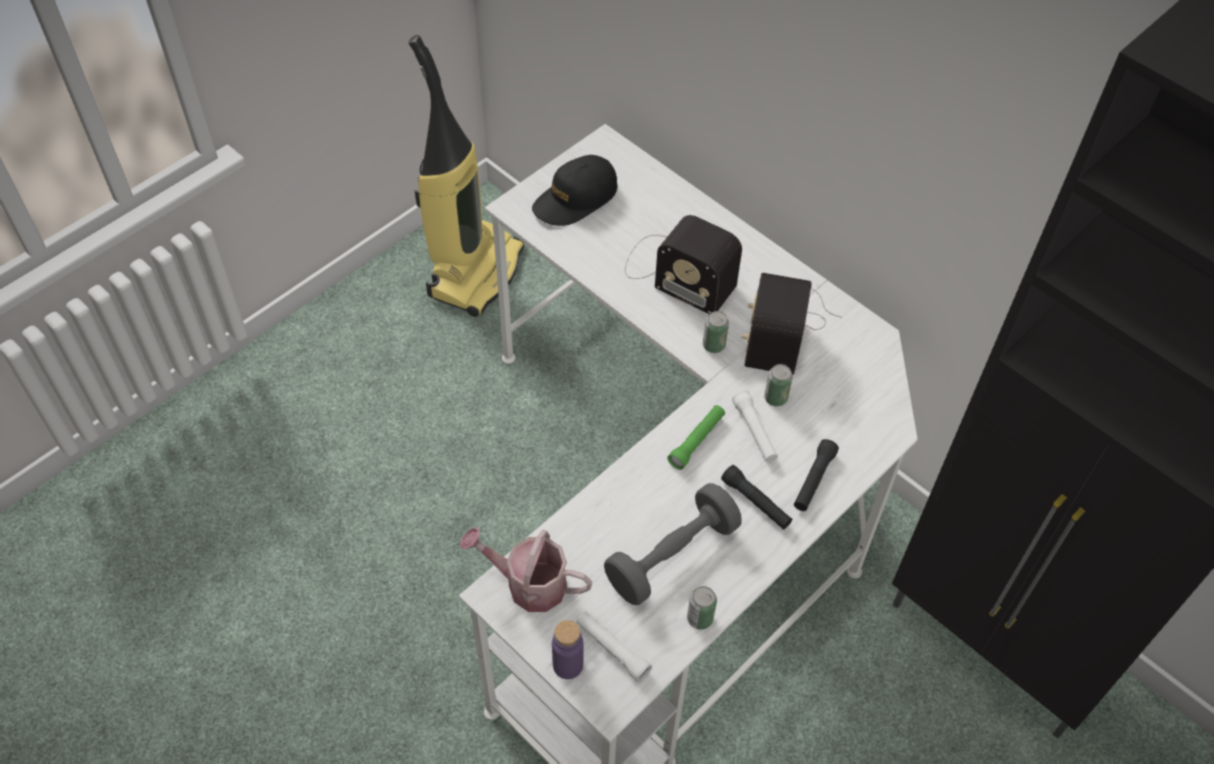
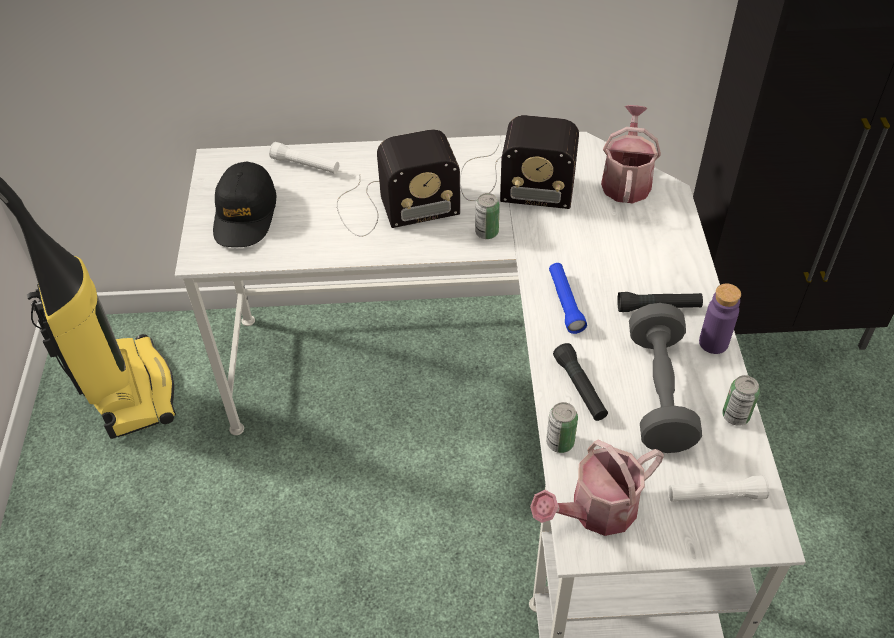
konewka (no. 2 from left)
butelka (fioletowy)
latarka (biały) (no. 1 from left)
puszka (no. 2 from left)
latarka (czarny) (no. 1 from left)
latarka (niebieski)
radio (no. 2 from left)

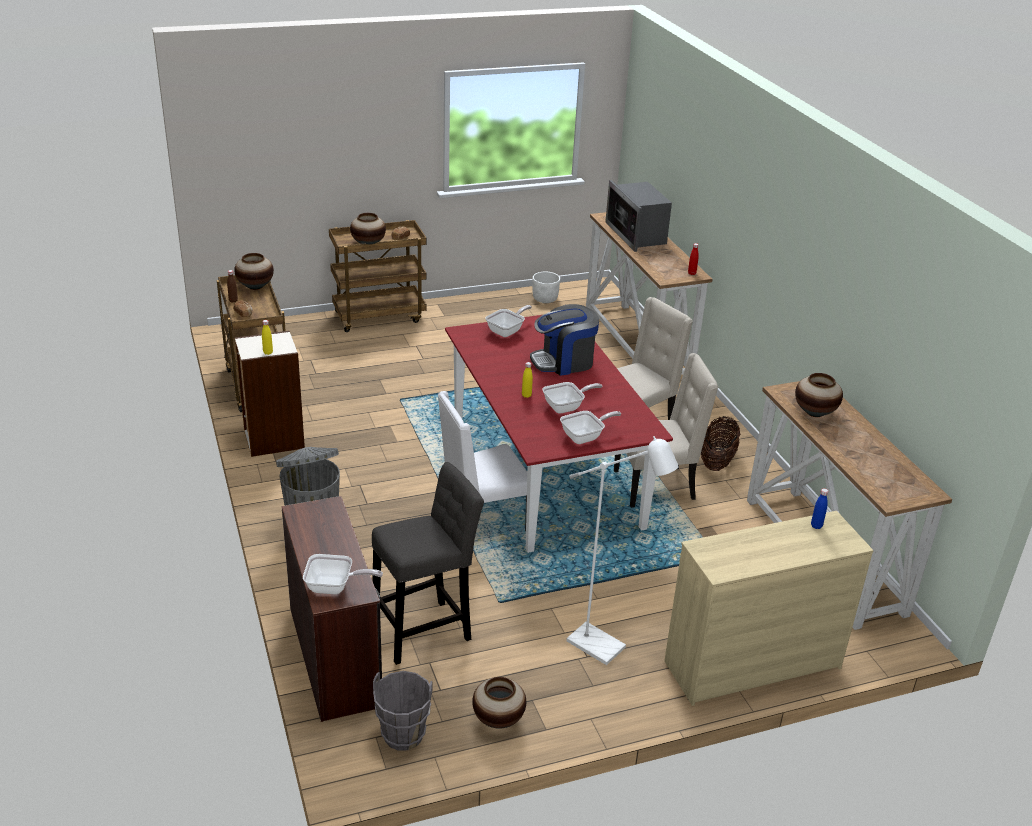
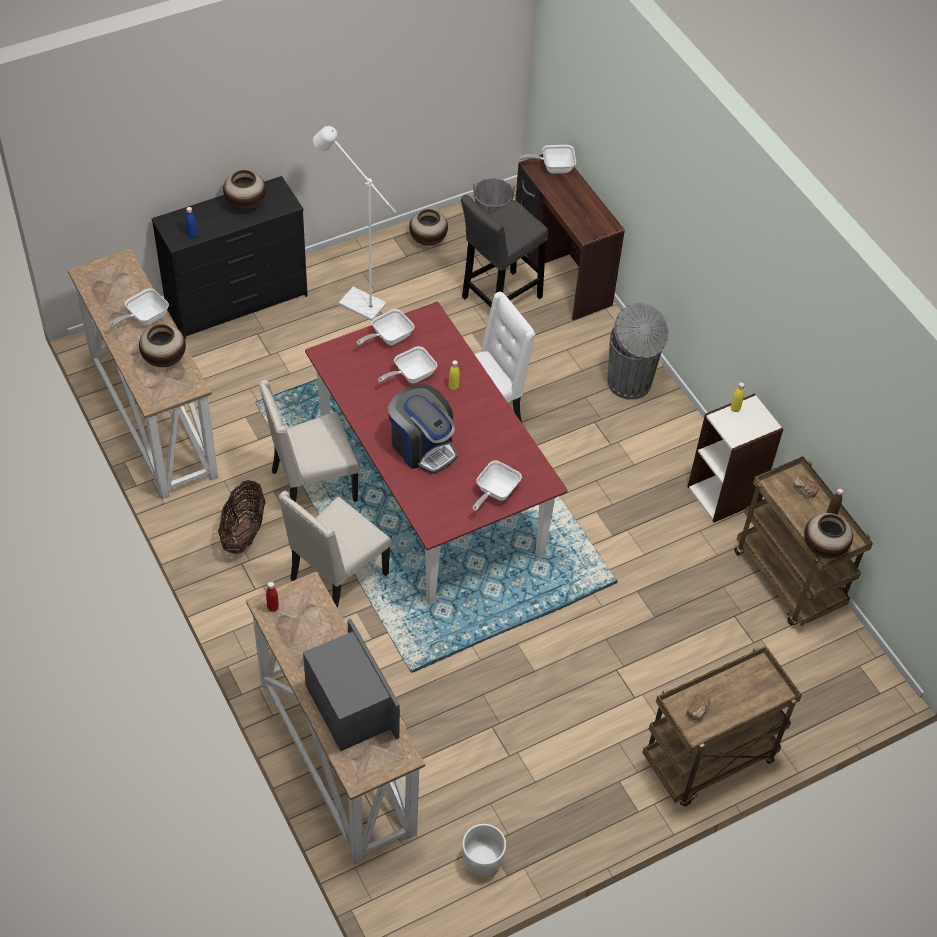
patelnia (no. 1 from left)
wazon (no. 2 from left)
komoda (czarny)
ekspres do kawy

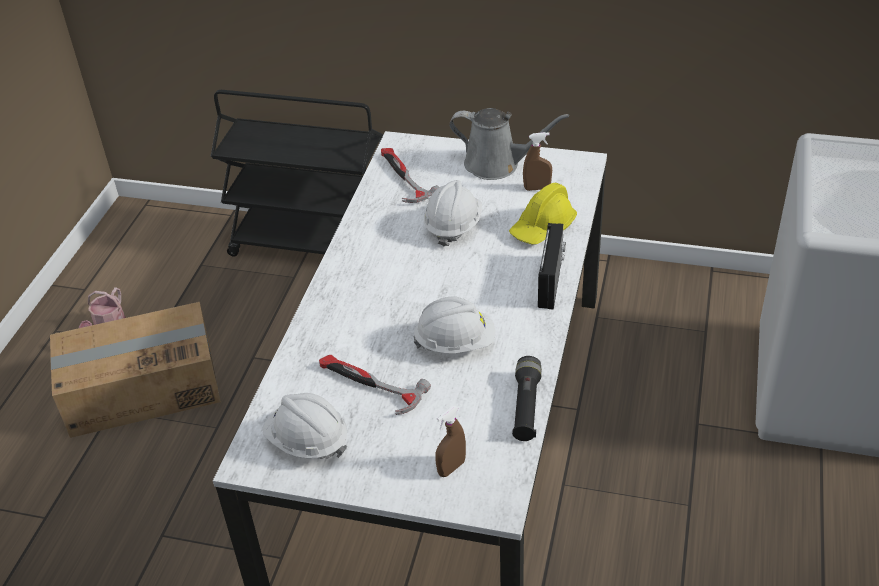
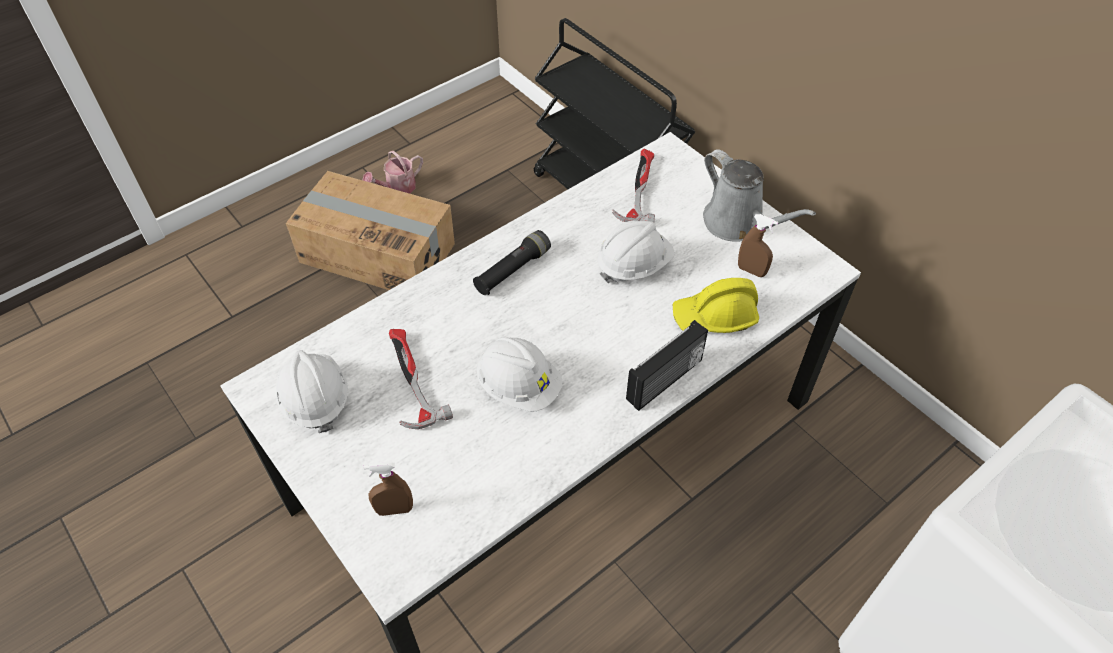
latarka (czarny)

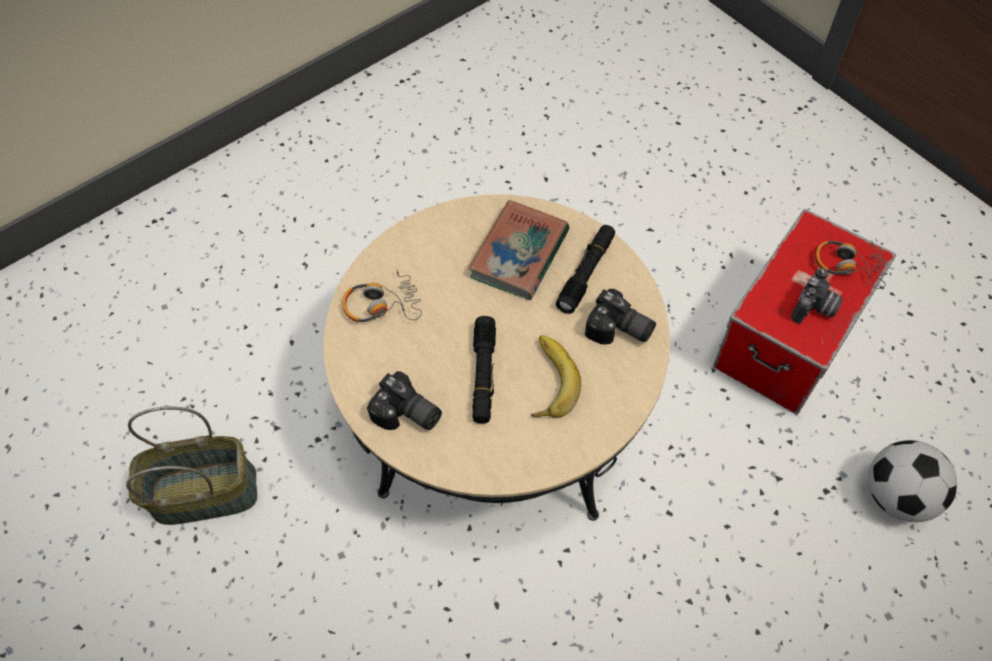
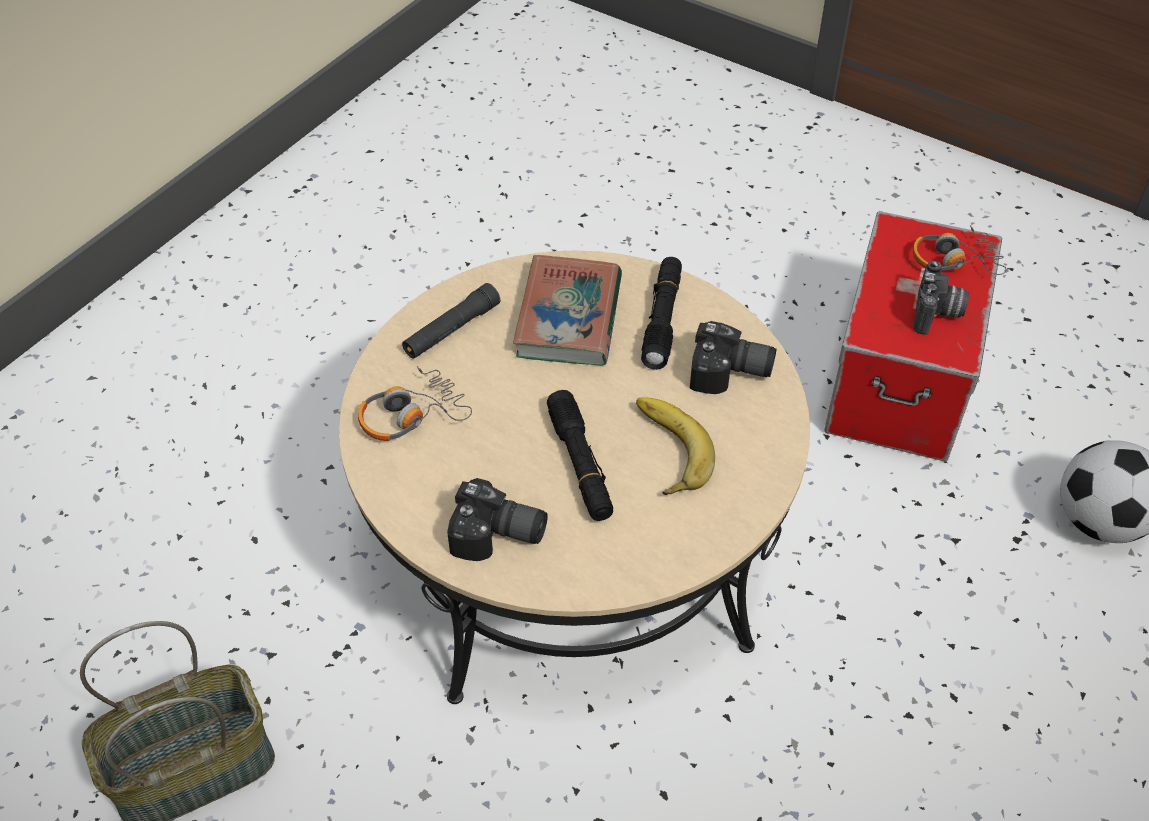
latarka (czarny) (no. 1 from left)

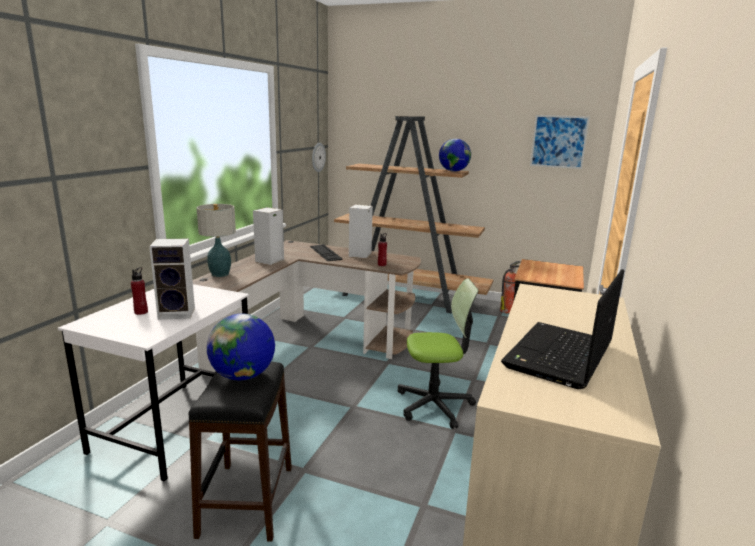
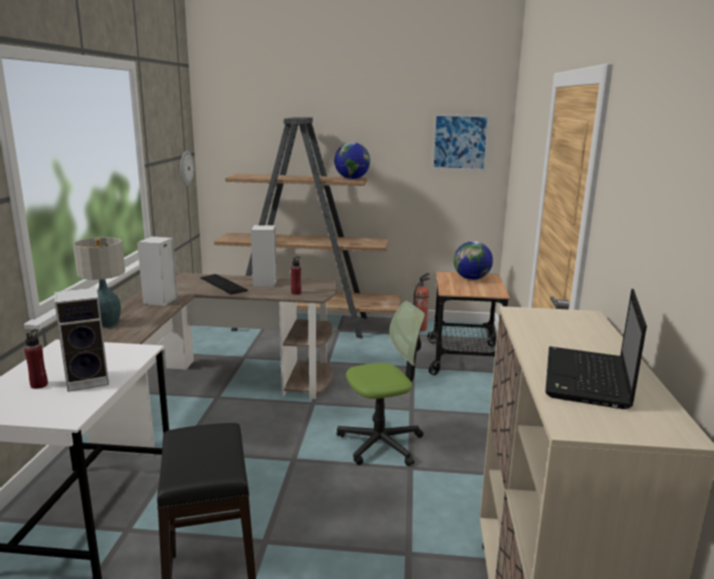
globus (no. 2 from left)

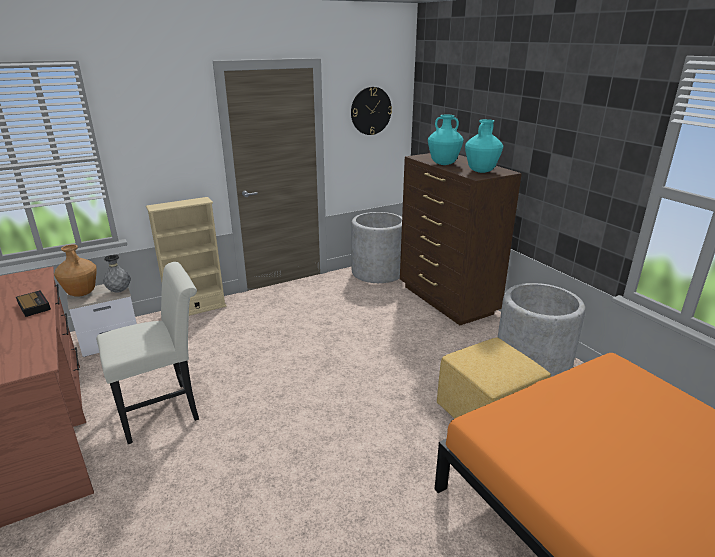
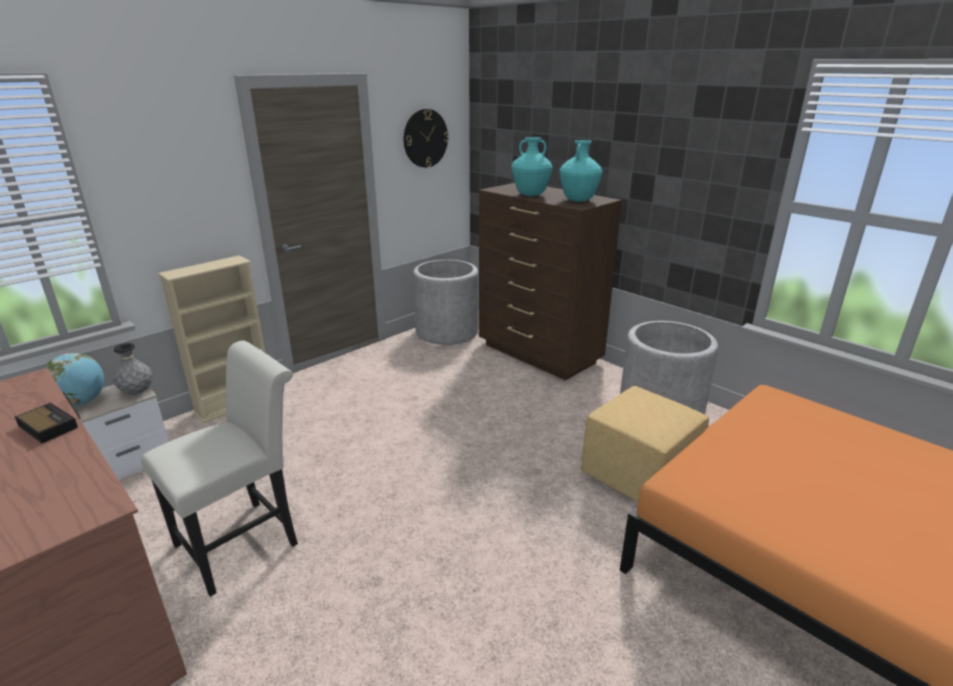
globus

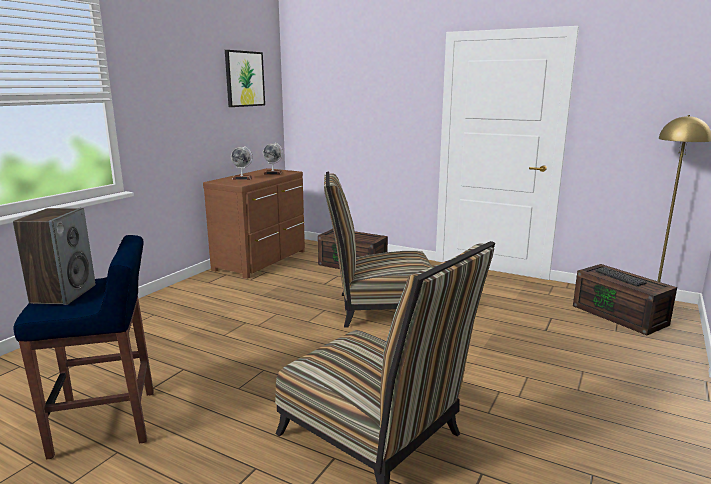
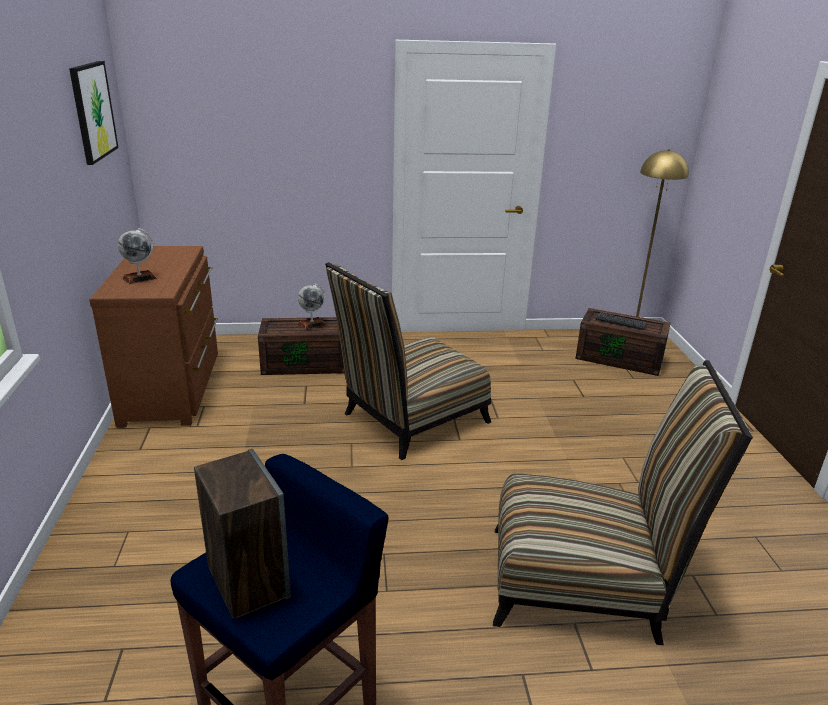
globus (no. 2 from left)

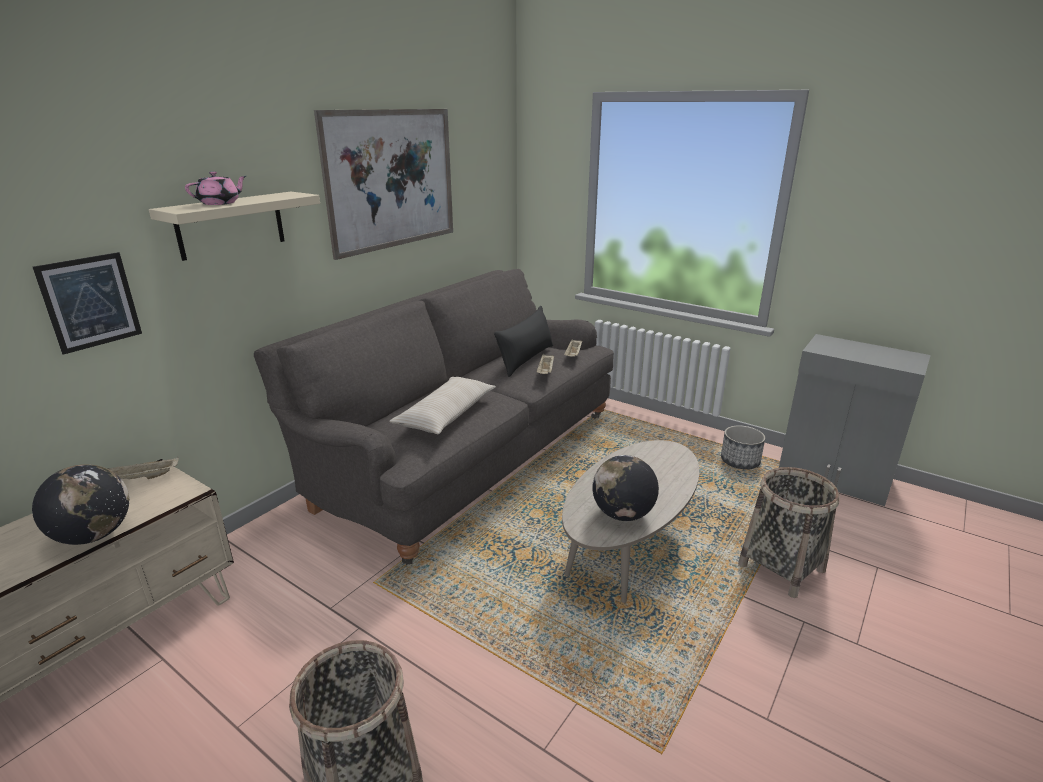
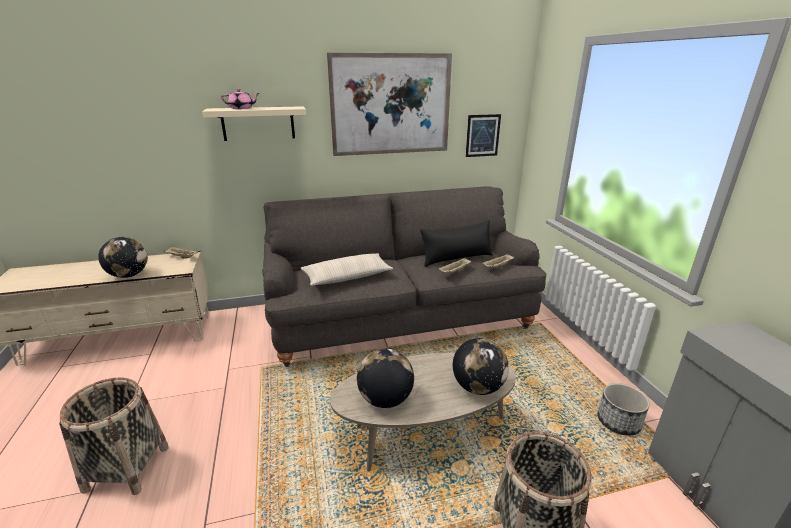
globus (no. 3 from left)
obraz (no. 2 from left)

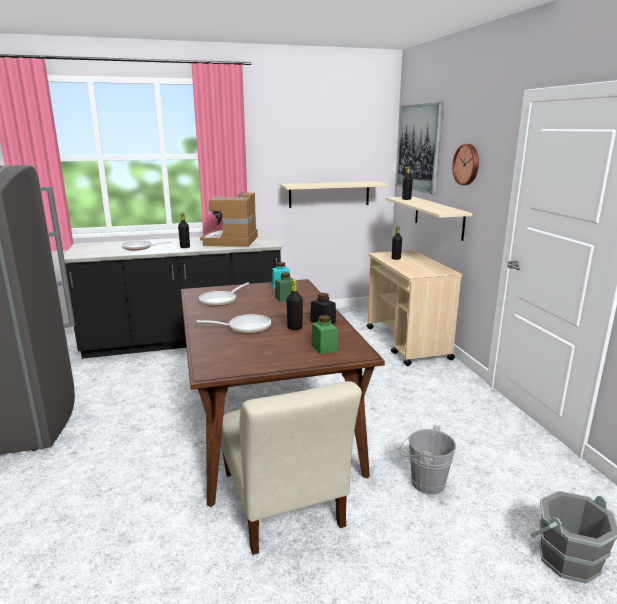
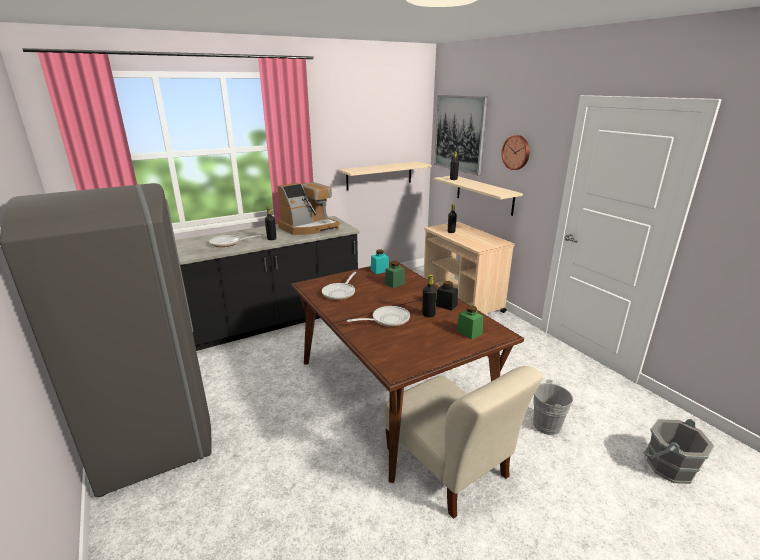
ekspres do kawy

